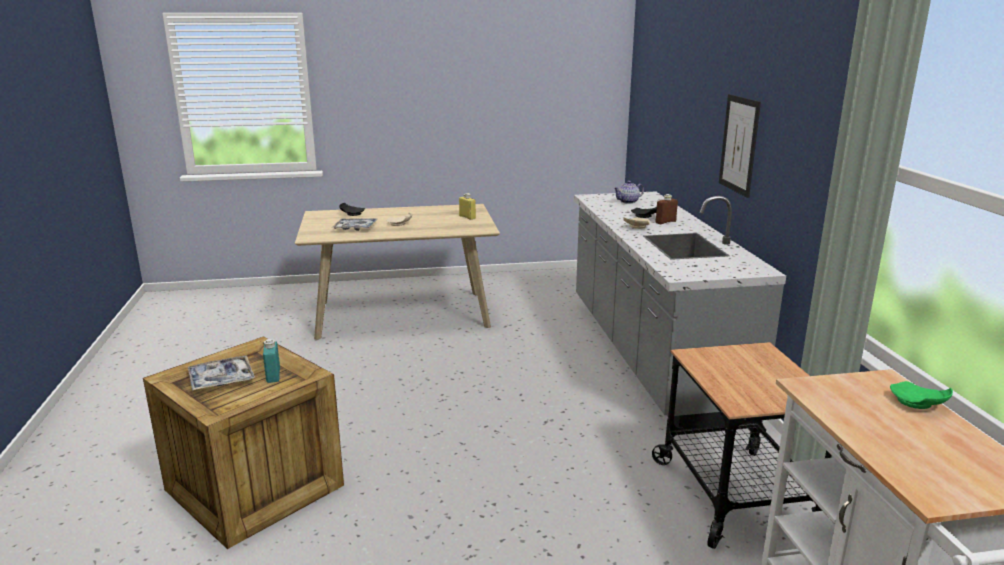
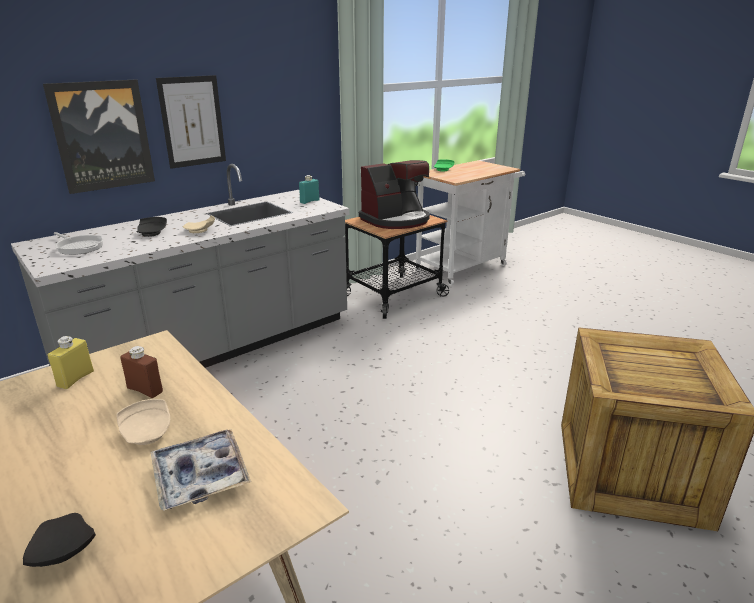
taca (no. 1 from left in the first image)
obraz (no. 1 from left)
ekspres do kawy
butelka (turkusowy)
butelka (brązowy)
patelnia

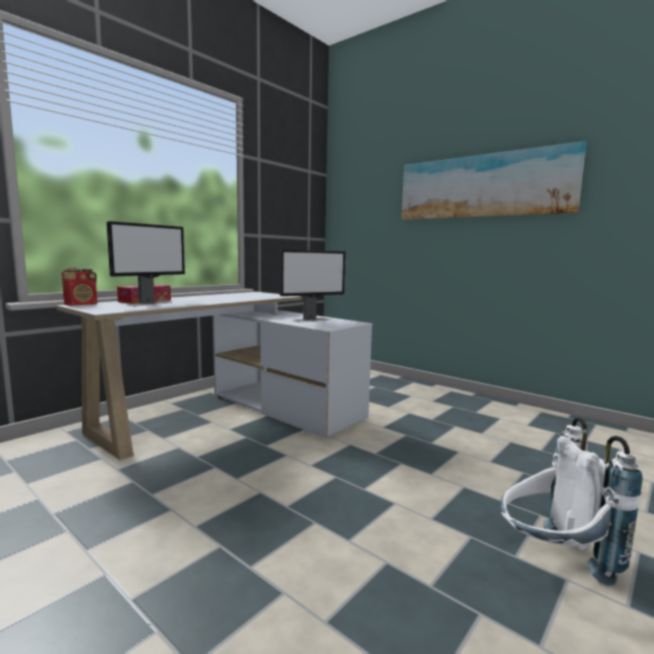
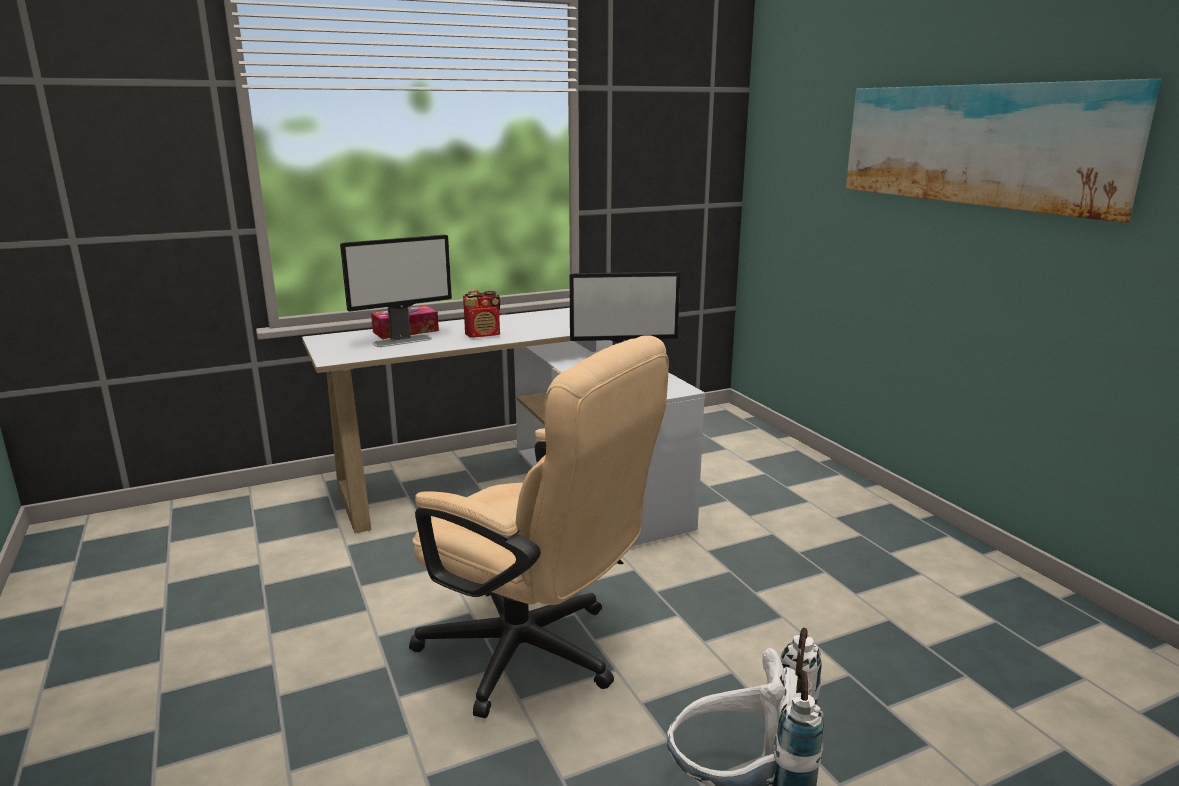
krzesło biurowe (beżowy)
radio

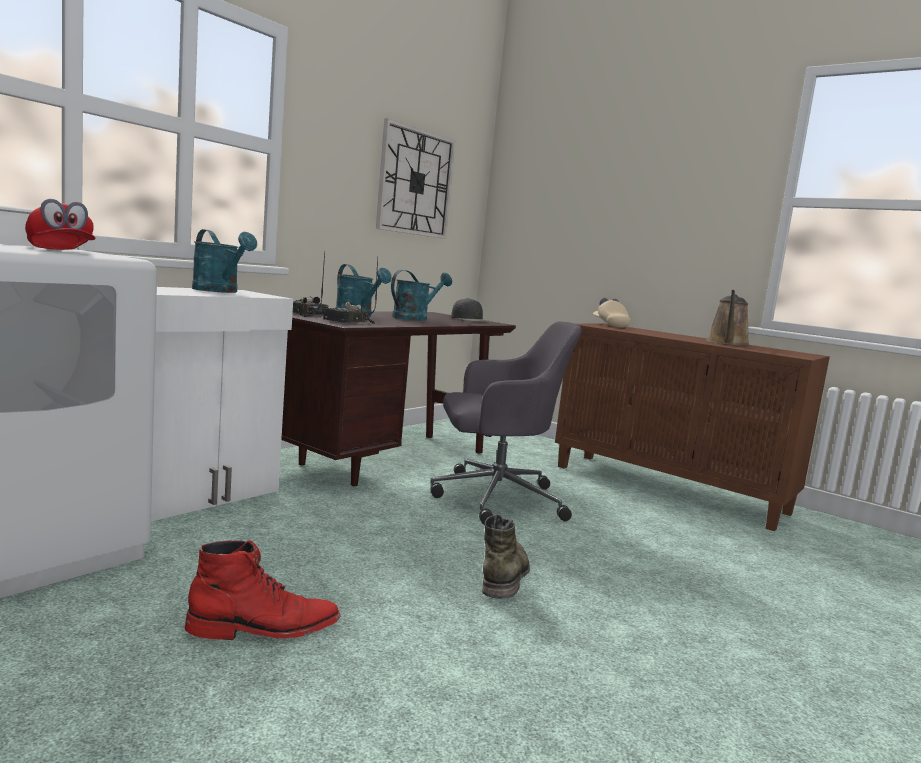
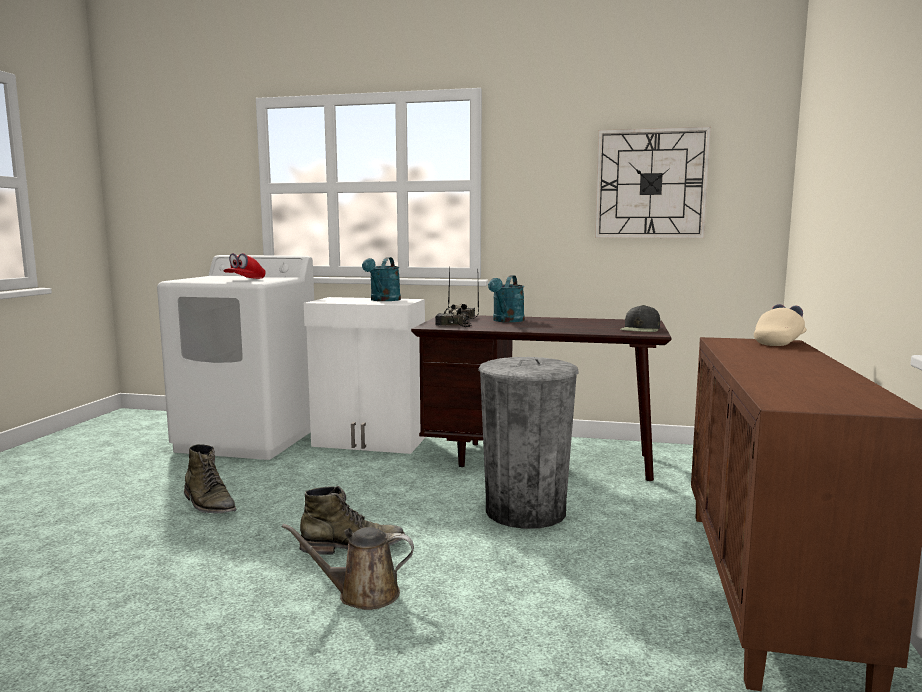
konewka (turkusowy) (no. 3 from left in the first image)
konewka (brązowy)
kosz na śmieci (szary)
but z cholewką (zielony) (no. 1 from left)

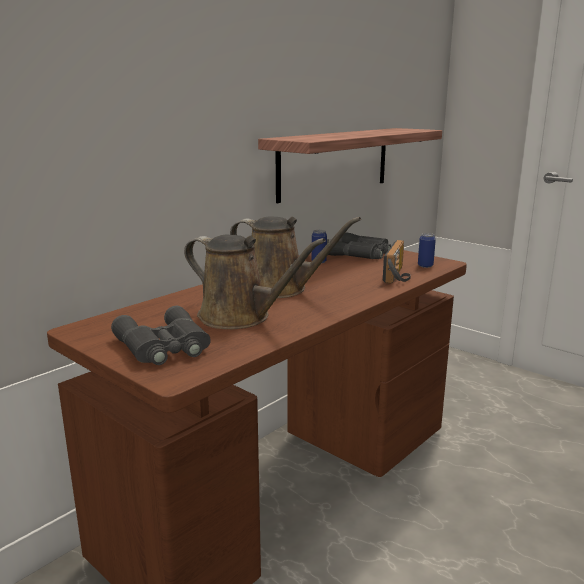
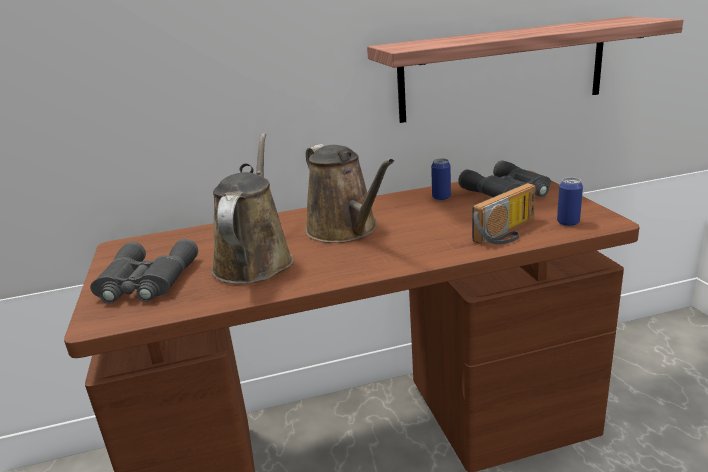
konewka (brązowy) (no. 1 from left)

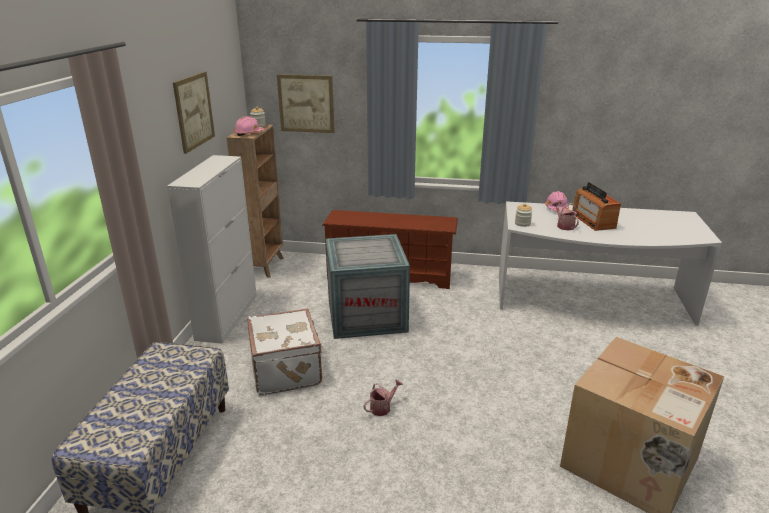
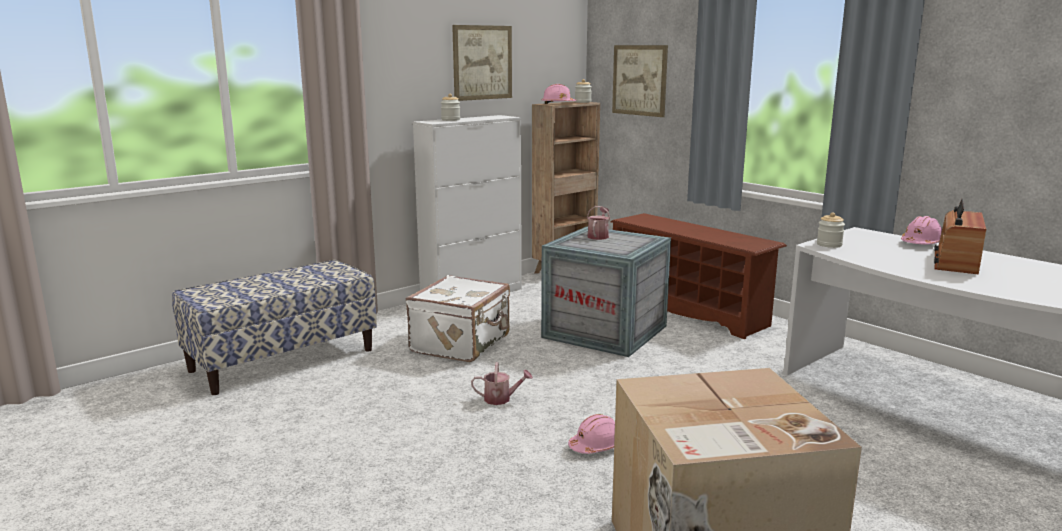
słoik (no. 1 from left)
kask (różowy) (no. 2 from left)
konewka (no. 2 from left)

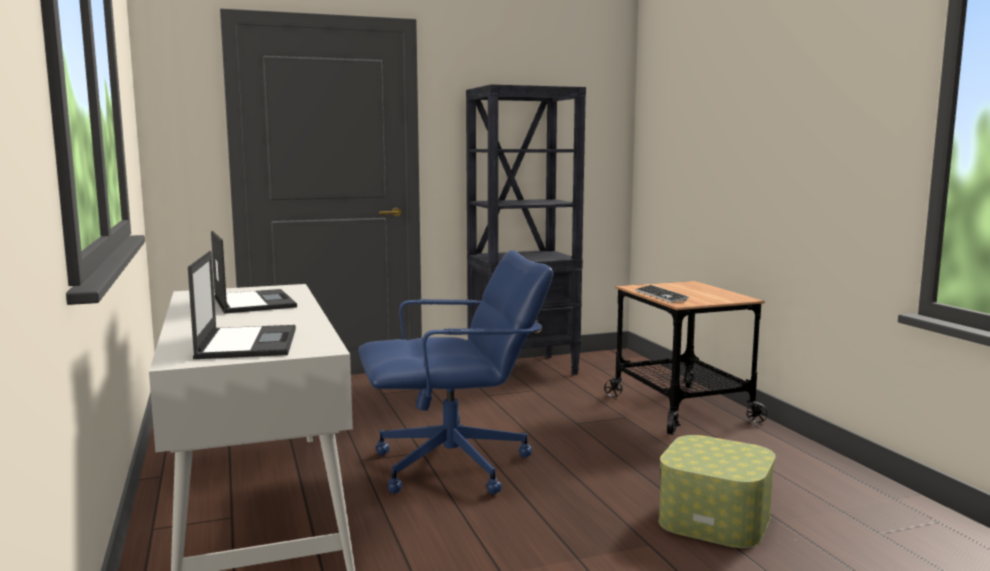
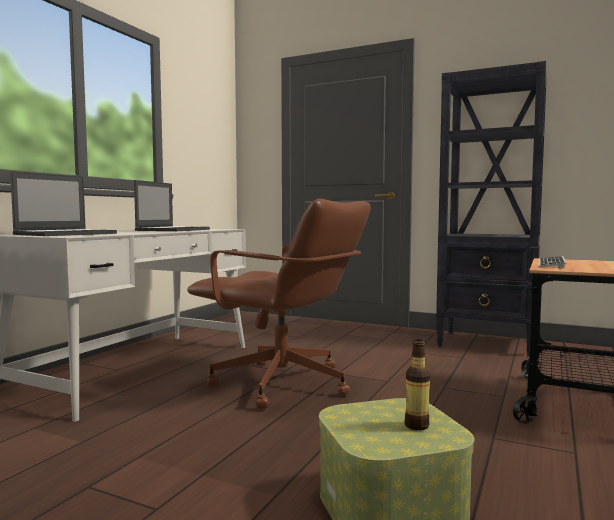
butelka
krzesło biurowe (brązowy)

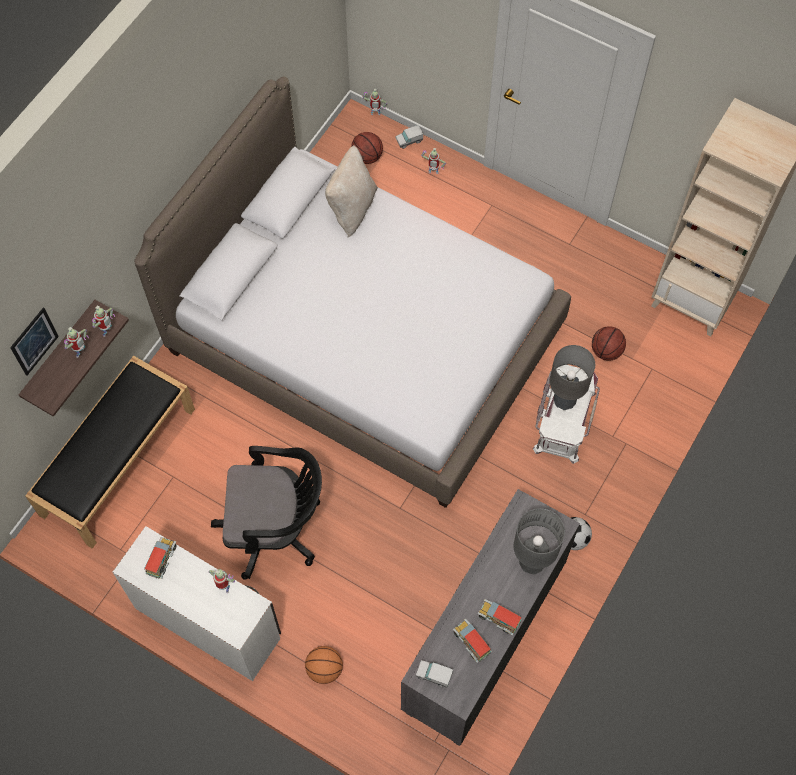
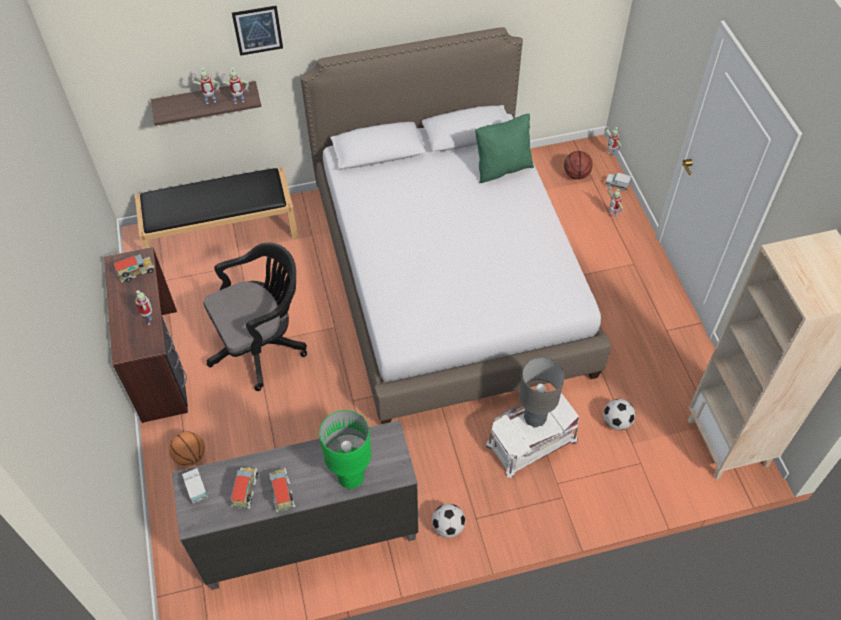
obraz
piłka futbolowa (no. 2 from left)
biurko (brązowy)
poduszka (zielony)
lampa stołowa (zielony)
krzesło biurowe (czarny)

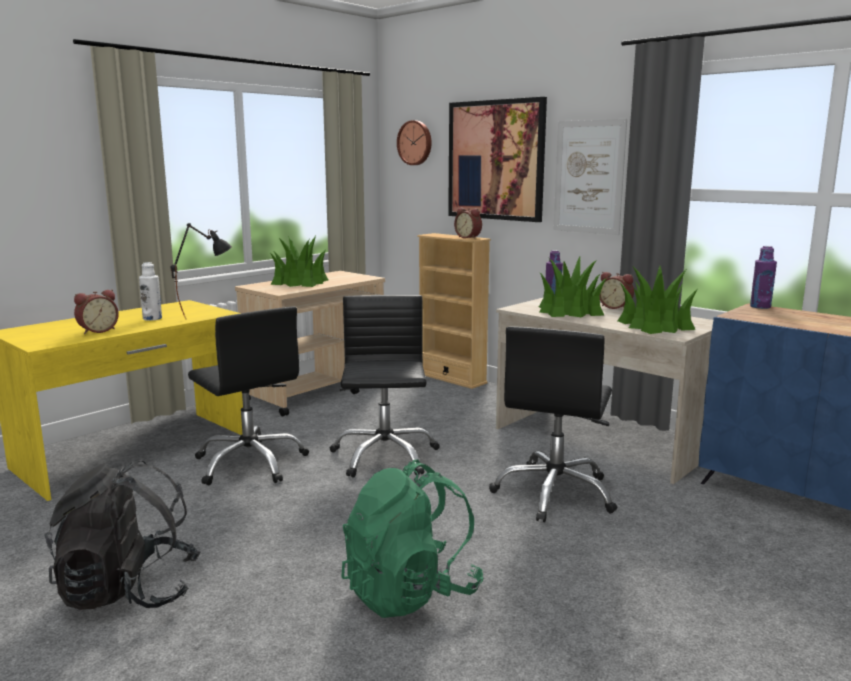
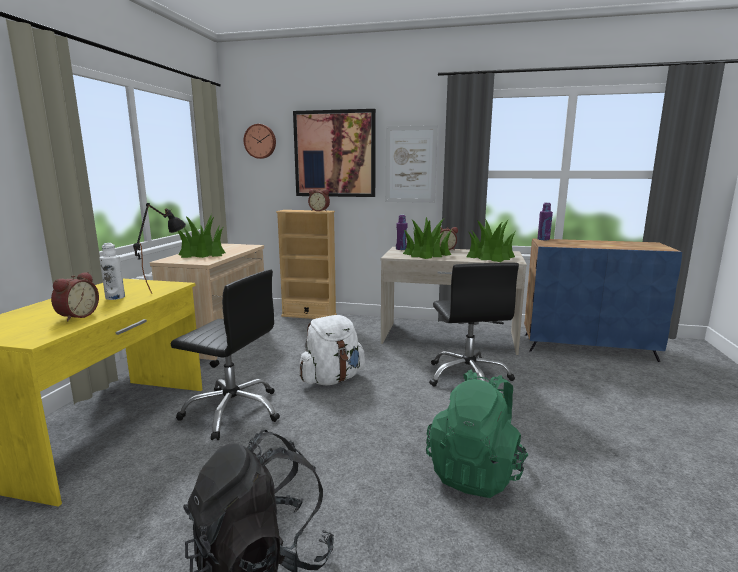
plecak (biały)

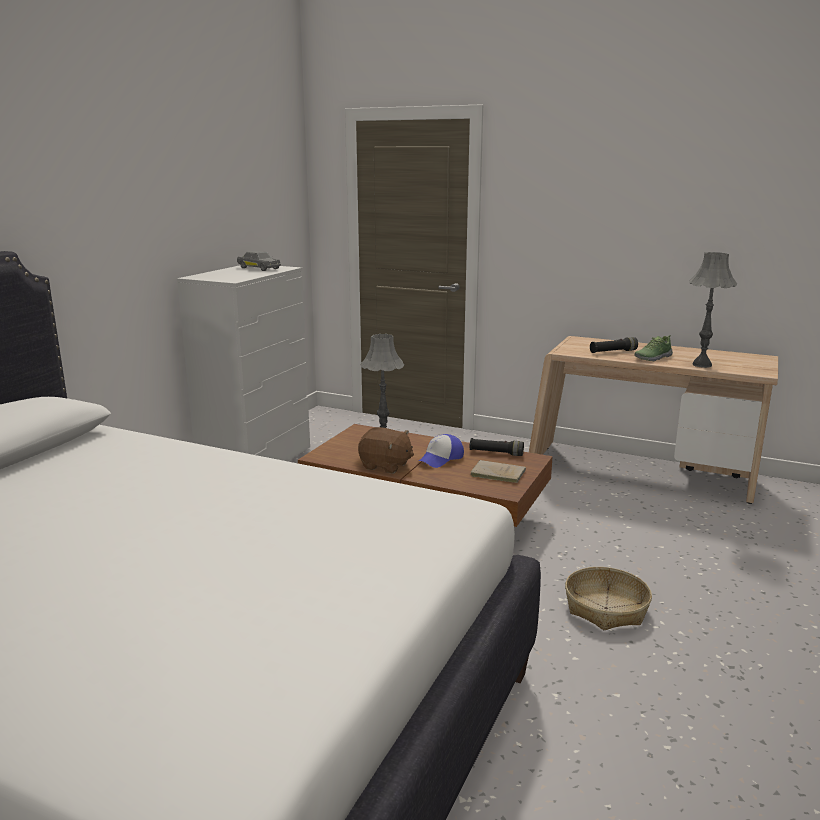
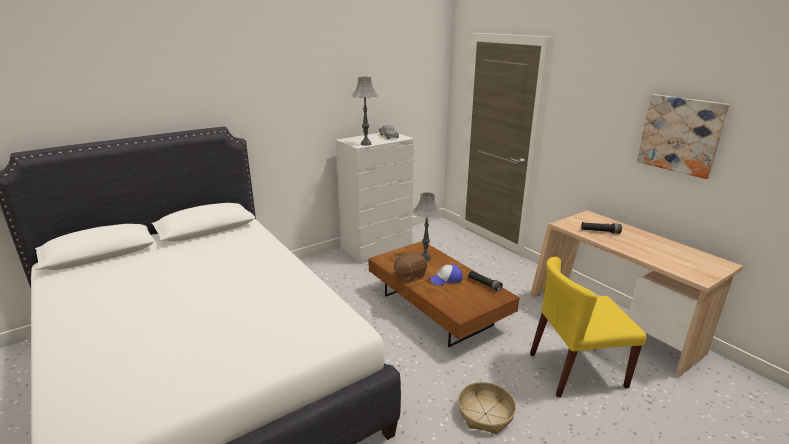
książka (beżowy)
but
krzesło (żółty)
obraz
lampa stołowa (szary) (no. 1 from left)
pluszak (brązowy)

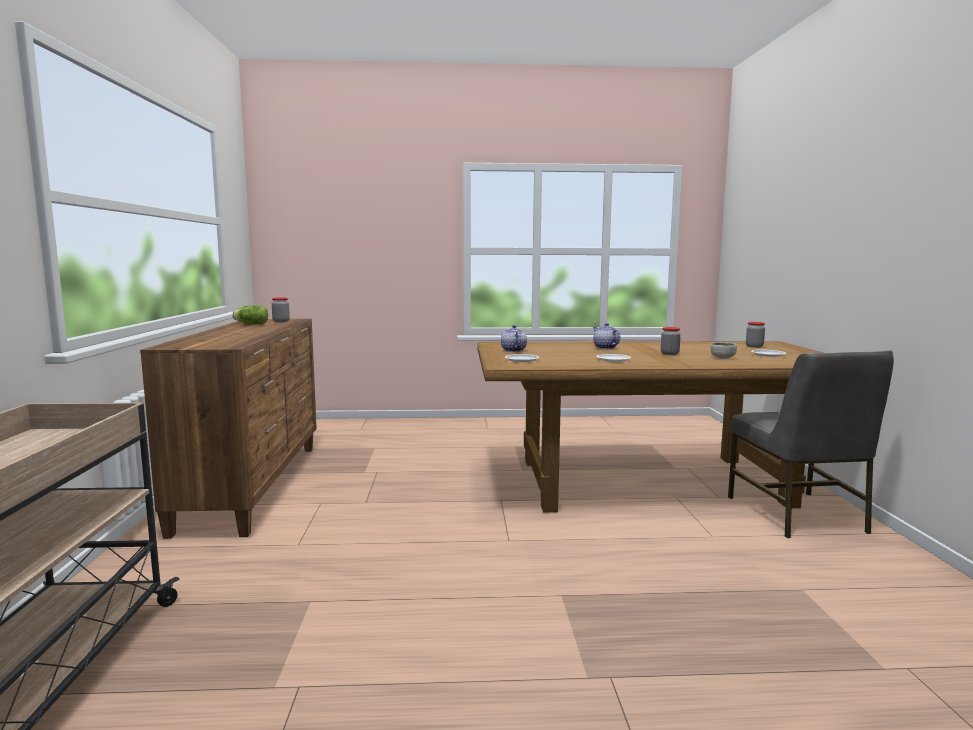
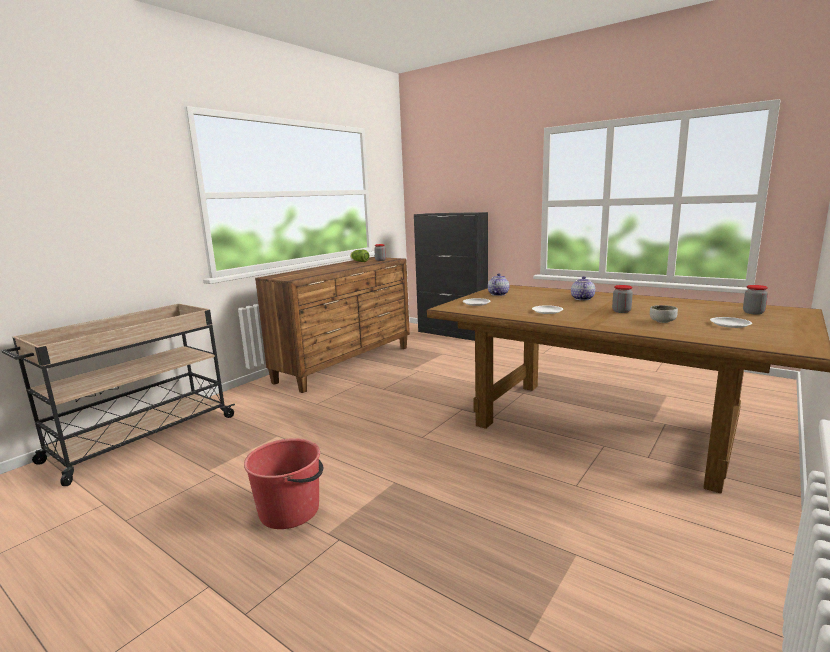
krzesło (szary)
wiadro (czerwony)
szafka (czarny)

